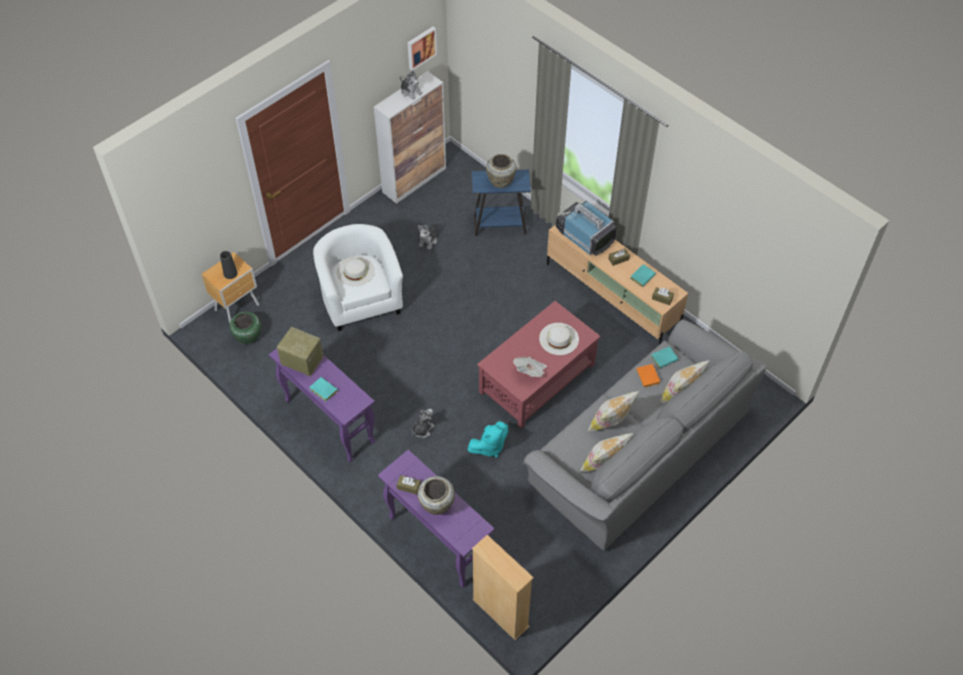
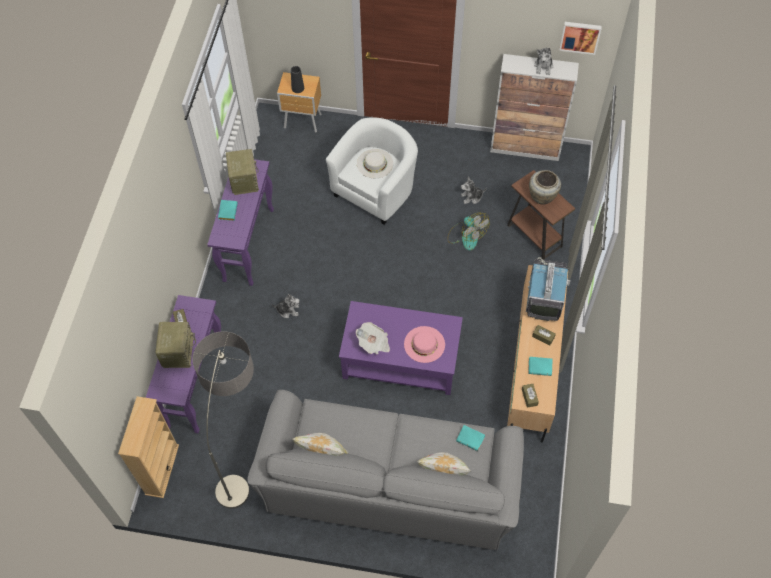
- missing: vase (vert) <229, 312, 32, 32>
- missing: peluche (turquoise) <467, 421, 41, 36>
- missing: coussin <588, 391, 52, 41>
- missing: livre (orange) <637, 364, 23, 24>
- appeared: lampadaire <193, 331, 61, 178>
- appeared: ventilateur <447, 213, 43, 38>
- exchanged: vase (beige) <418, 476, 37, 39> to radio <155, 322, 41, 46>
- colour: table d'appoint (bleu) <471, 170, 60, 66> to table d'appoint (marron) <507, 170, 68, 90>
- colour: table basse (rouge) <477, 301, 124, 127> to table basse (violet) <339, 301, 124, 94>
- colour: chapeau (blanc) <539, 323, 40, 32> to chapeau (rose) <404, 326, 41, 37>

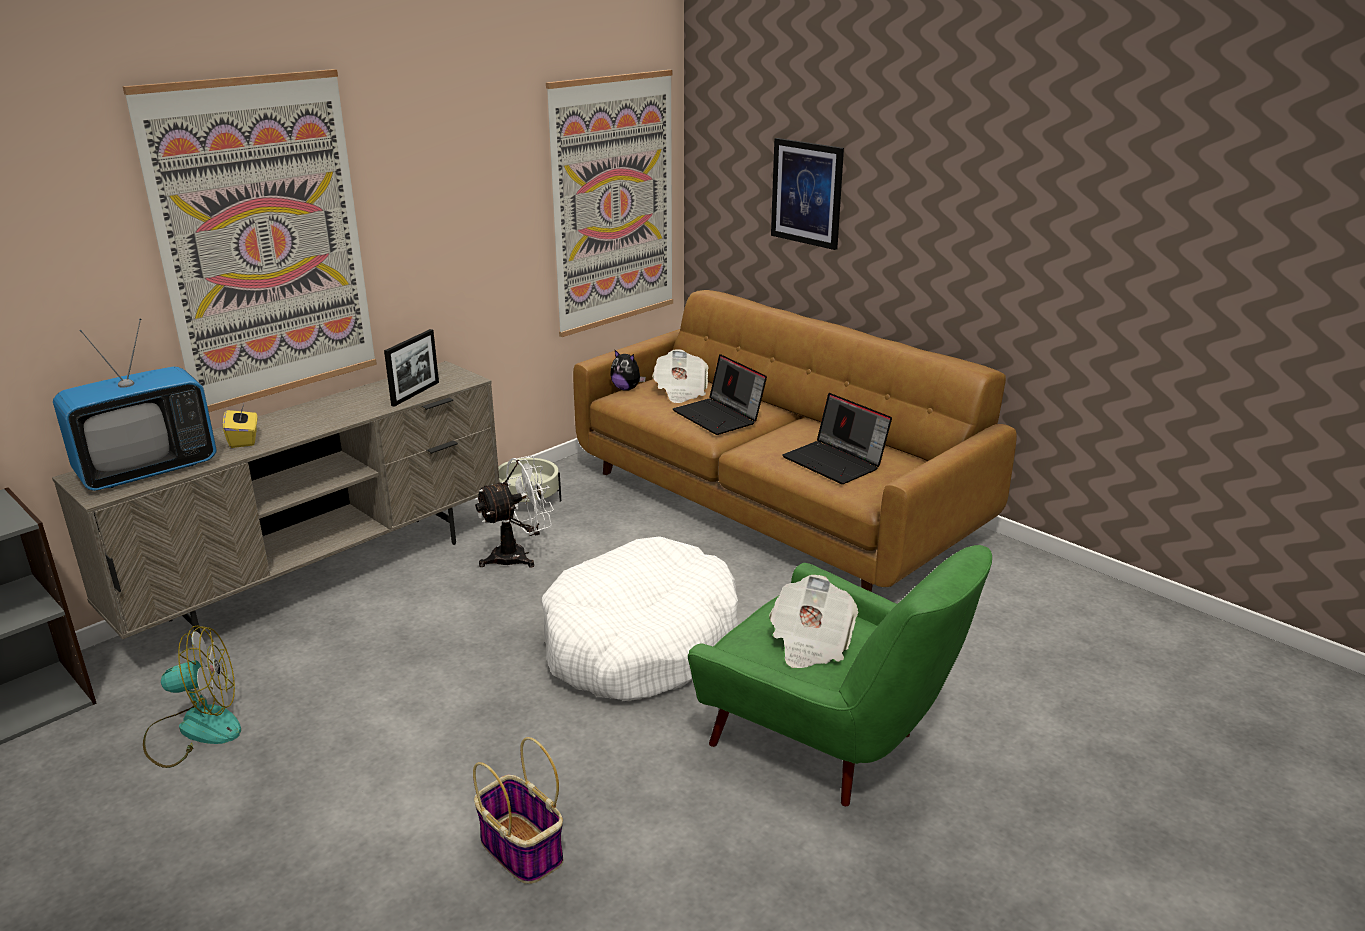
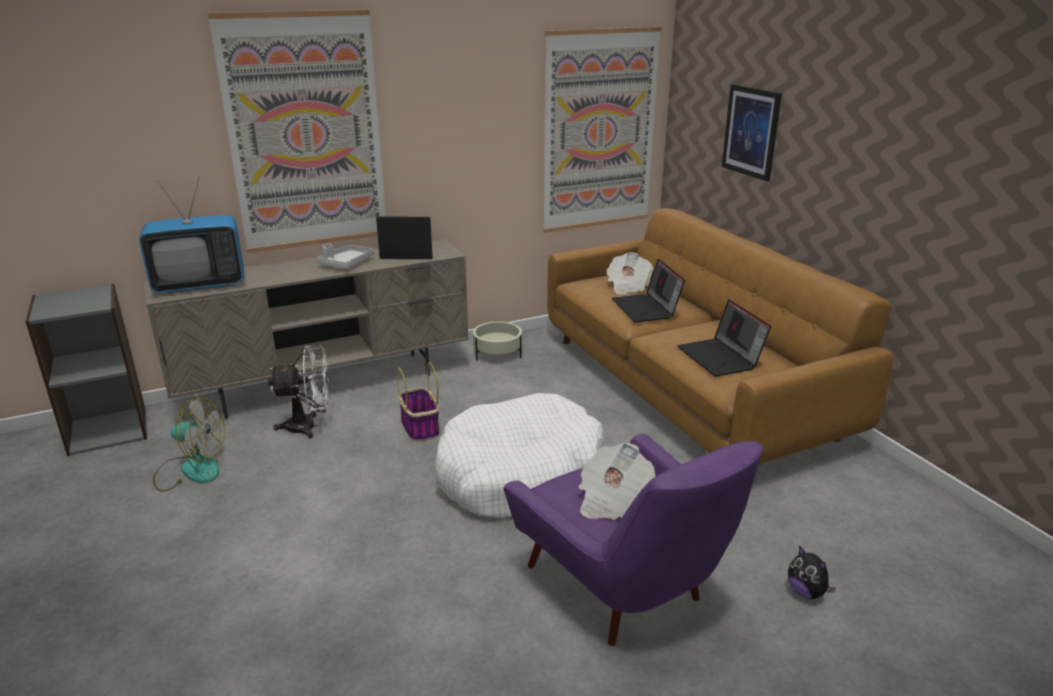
- missing: boîte à mouchoirs (jaune) <223, 404, 34, 44>
- appeared: plateau (gris) <317, 244, 57, 25>
- relocated: panier <473, 737, 90, 147> to <396, 362, 43, 80>
- relocated: ventilateur (blanc) <474, 455, 80, 113> to <268, 346, 61, 93>
- relocated: peluche <610, 349, 36, 42> to <788, 545, 48, 54>
- colour: fauteuil (vert) <688, 545, 304, 261> to fauteuil (violet) <504, 434, 259, 212>
- spun: cadre photo <384, 329, 55, 78> = <376, 217, 57, 42> 135 degrees counterclockwise

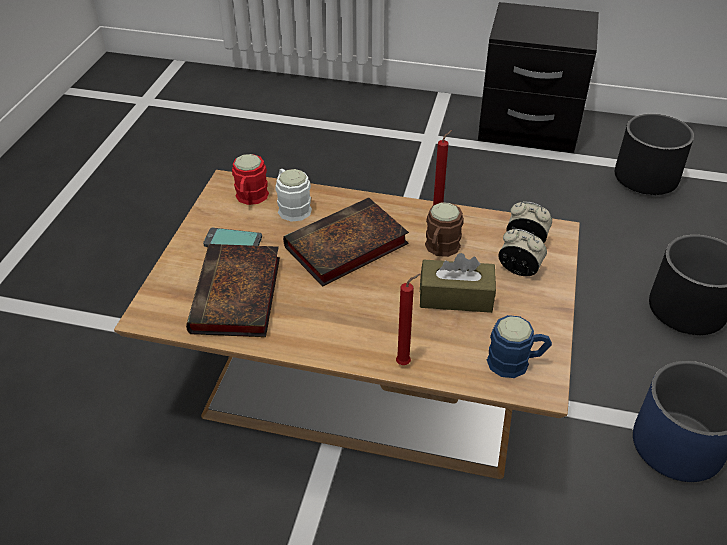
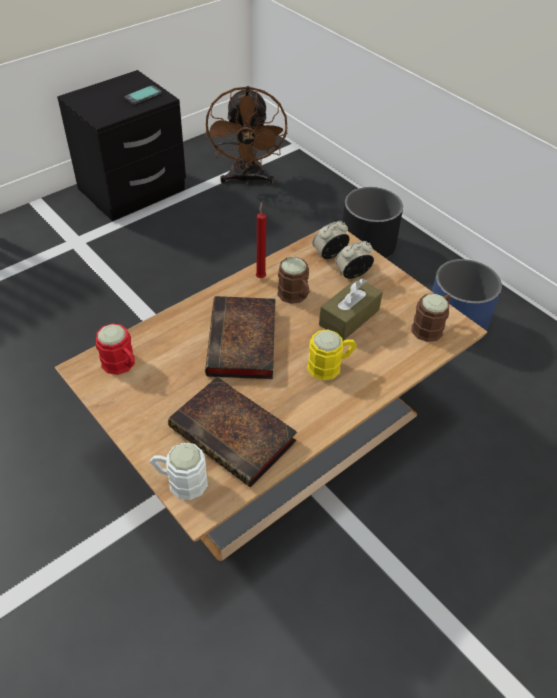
- missing: bougie (rouge) <396, 274, 24, 91>
- appeared: mug (jaune) <307, 329, 50, 52>
- relocated: téléphone <203, 228, 59, 19> to <124, 85, 38, 19>
- relocated: mug (blanc) <276, 169, 36, 53> to <150, 443, 58, 57>
- exchanged: cache-pot (noir) <615, 114, 79, 82> to ventilateur (marron) <205, 86, 82, 99>
- colour: mug (bleu) <487, 315, 65, 63> to mug (marron) <412, 293, 39, 49>

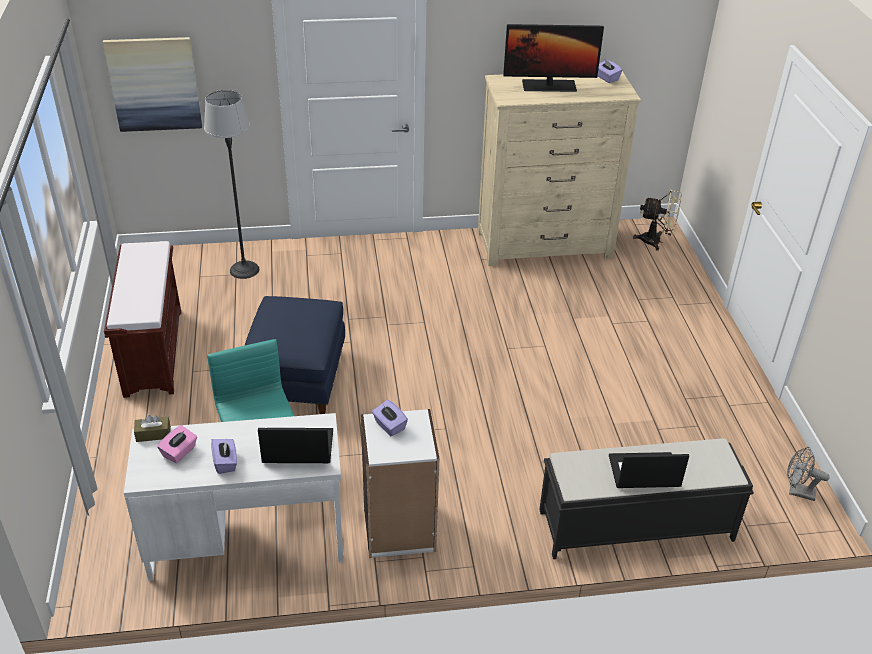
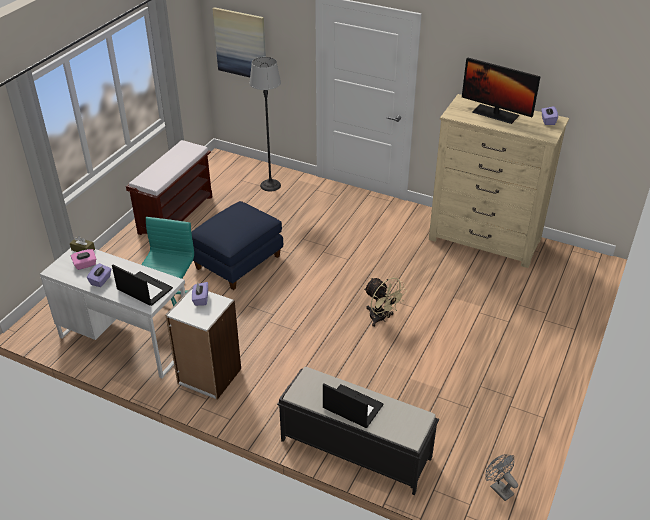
- relocated: ventilateur (beige) <633, 189, 49, 62> to <364, 278, 43, 49>

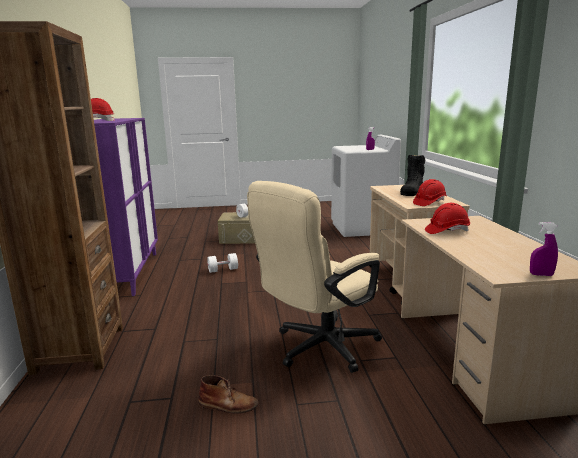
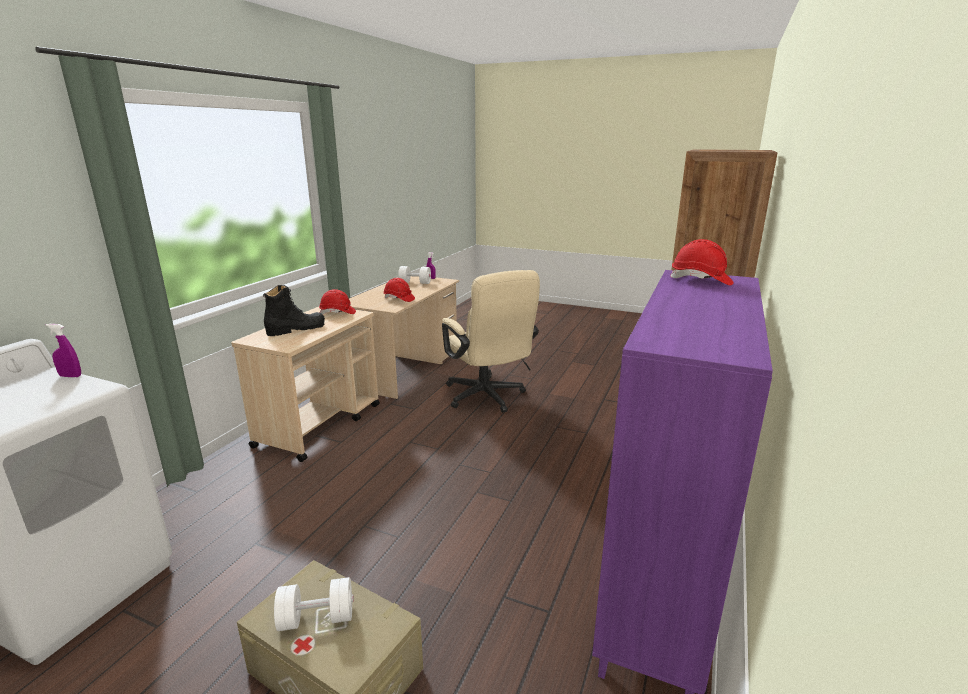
- missing: botte (marron) <198, 375, 61, 39>
- relocated: haltère (blanc) <207, 253, 31, 20> to <398, 266, 33, 18>
- spun: chaise de bureau (beige) <247, 181, 135, 192> = <442, 270, 98, 143> 75 degrees clockwise

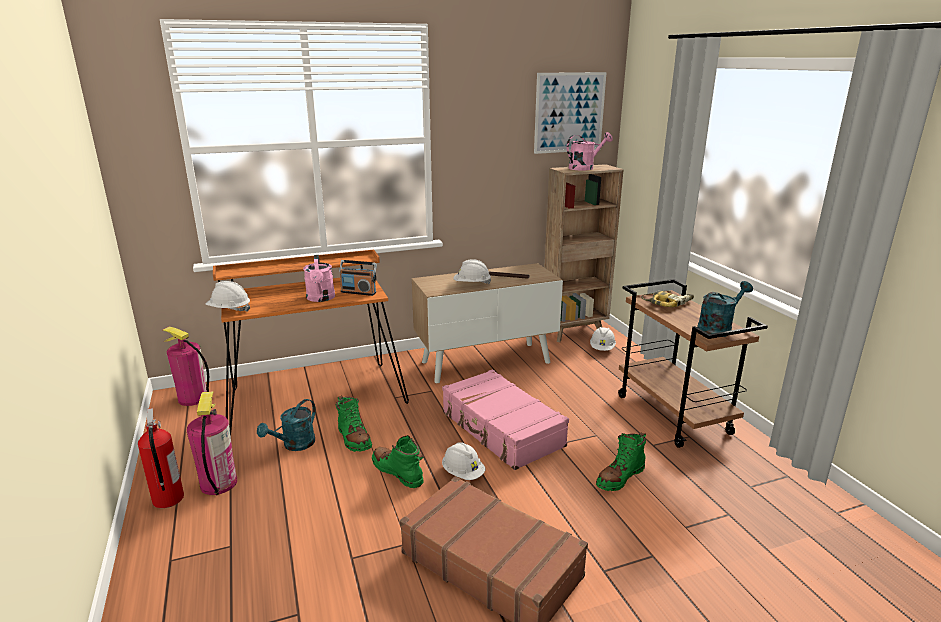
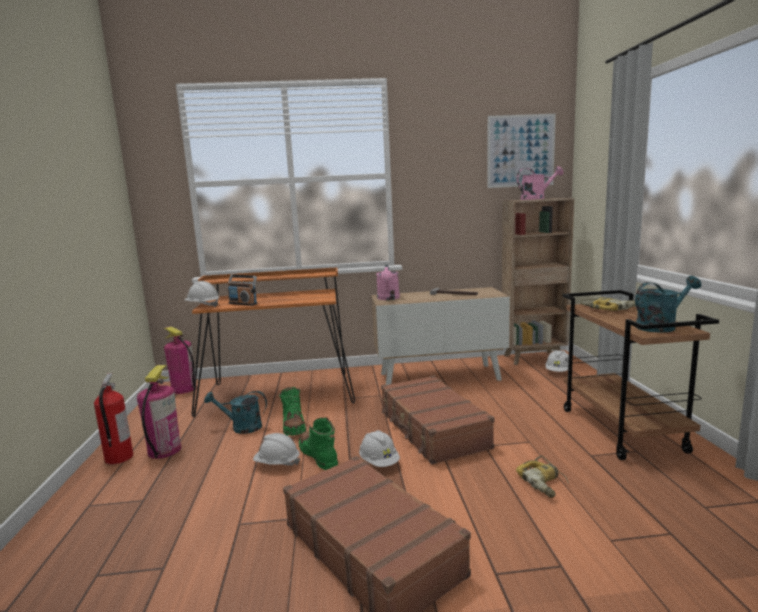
- relocated: arrosoir (rose) <303, 255, 32, 47> to <376, 265, 24, 35>
- relocated: radio <339, 260, 38, 36> to <227, 275, 30, 31>
- relocated: casque de chantier (blanc) <453, 259, 38, 25> to <253, 433, 47, 33>
- exchanged: botte (vert) <596, 433, 50, 58> to perceuse <516, 455, 53, 43>
- colour: valise (rose) <442, 369, 127, 101> to valise (marron) <381, 375, 114, 89>
- spun: arrosoir (turquoise) <257, 399, 59, 52> = <204, 391, 63, 43> 45 degrees clockwise

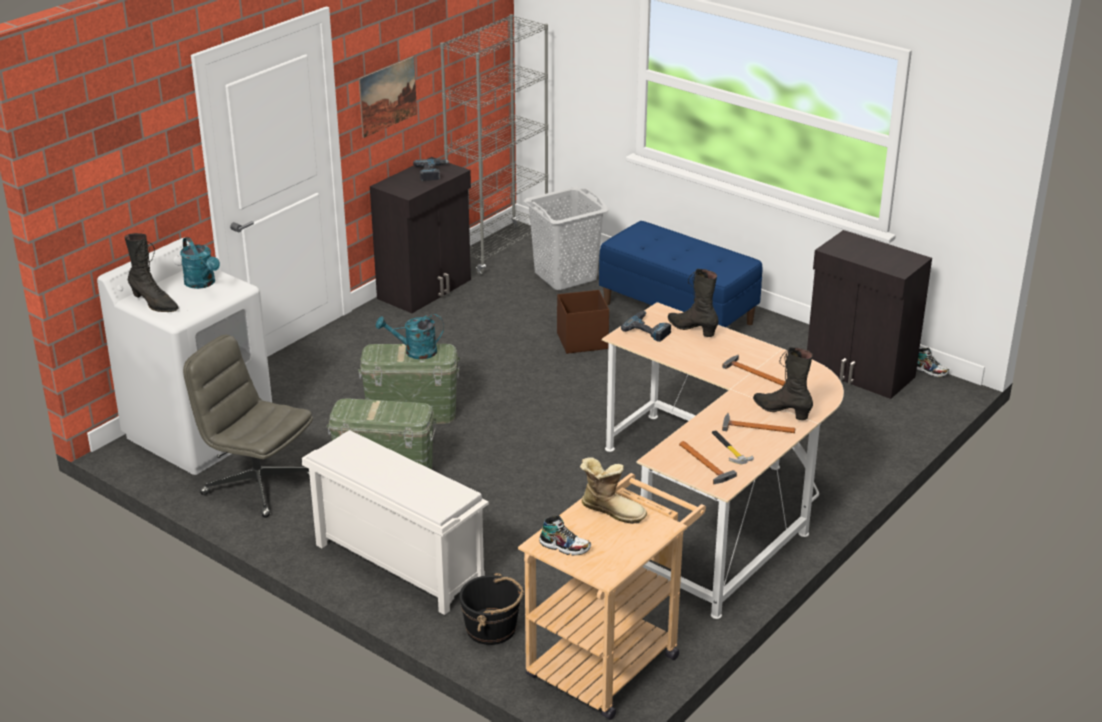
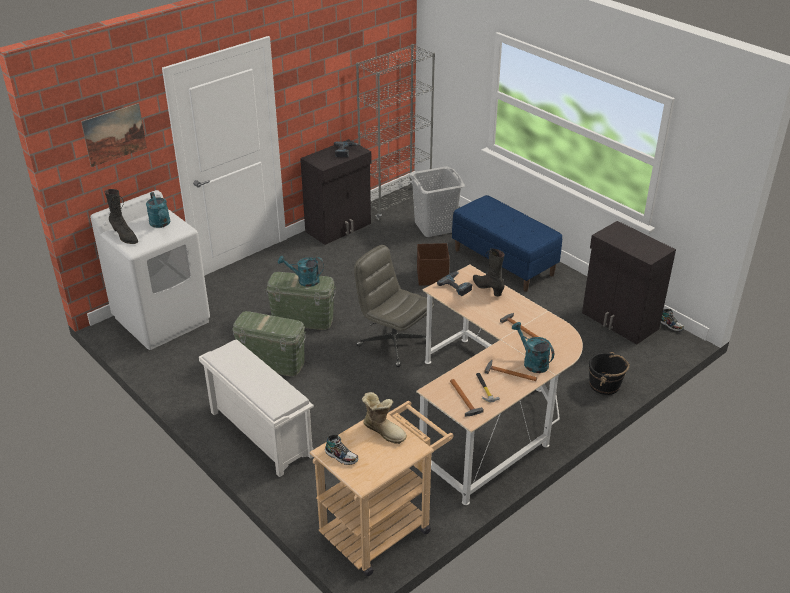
- relocated: chaise de bureau (gris) <183, 335, 130, 183> to <354, 245, 80, 122>
- relocated: tableau <359, 56, 58, 82> to <81, 103, 66, 64>
- relocated: seau (noir) <459, 573, 65, 72> to <589, 352, 41, 43>
- exchanged: botte (noir) <753, 347, 60, 73> to arrosoir (turquoise) <512, 322, 42, 51>

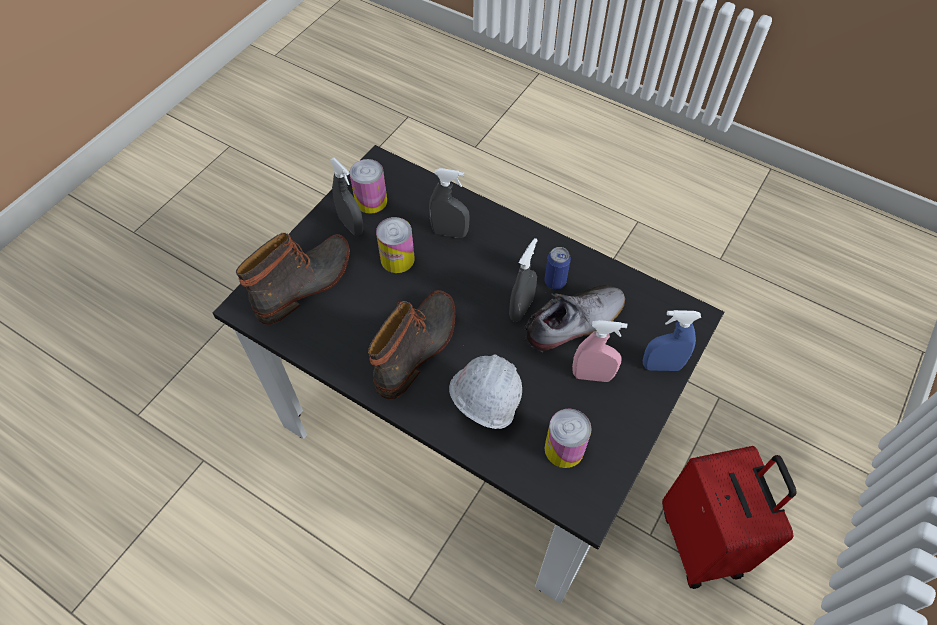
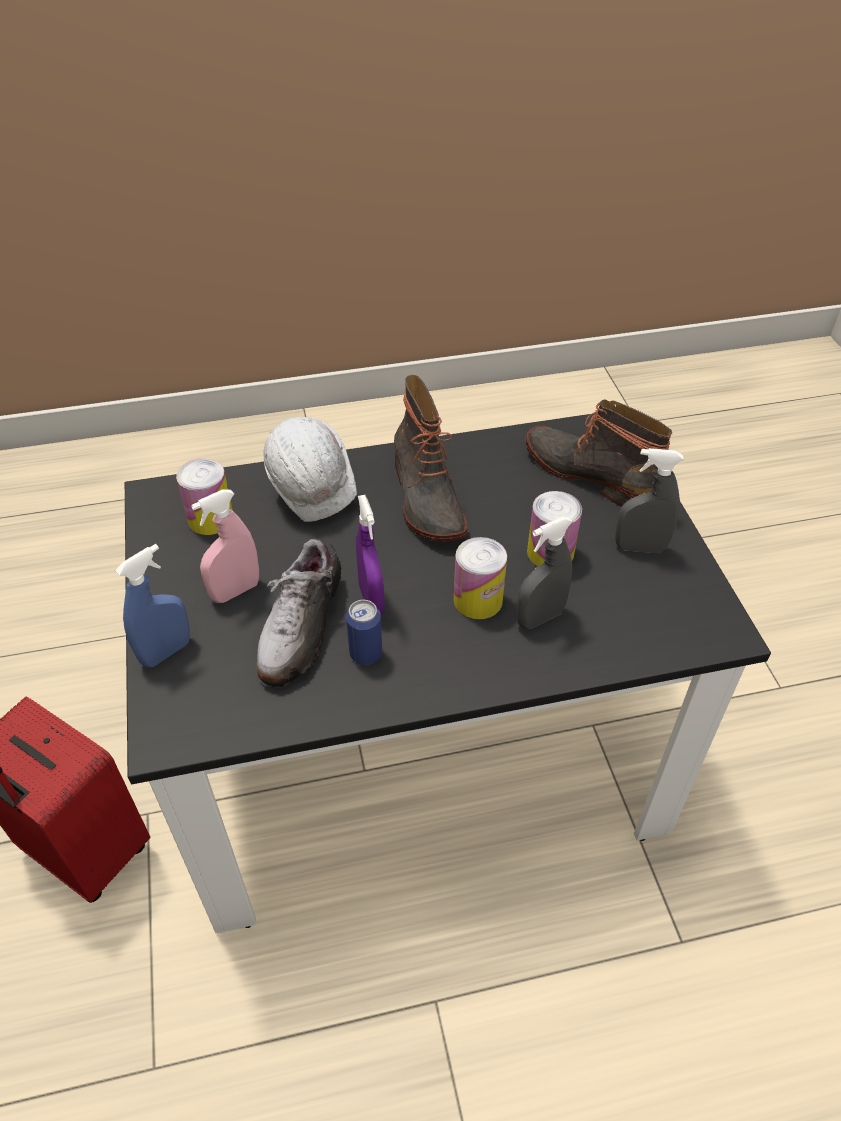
- relocated: boîte métallique <350, 159, 37, 55> to <454, 537, 53, 82>
- colour: vaporisateur (gris) <509, 238, 29, 84> to vaporisateur (violet) <356, 495, 29, 120>
- spun: botte <236, 233, 114, 92> = <526, 400, 146, 107> 135 degrees clockwise

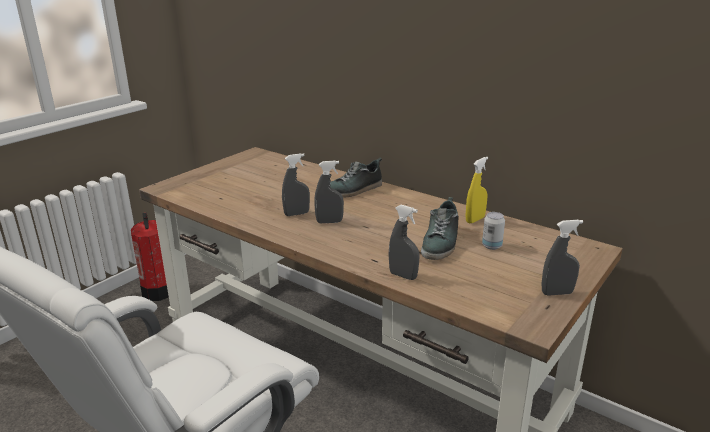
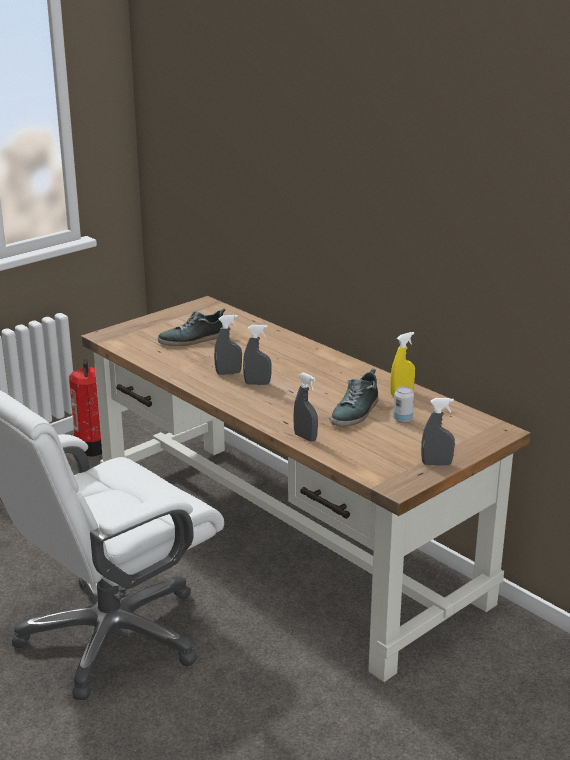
- relocated: chaussure <330, 158, 52, 40> to <158, 308, 67, 38>

